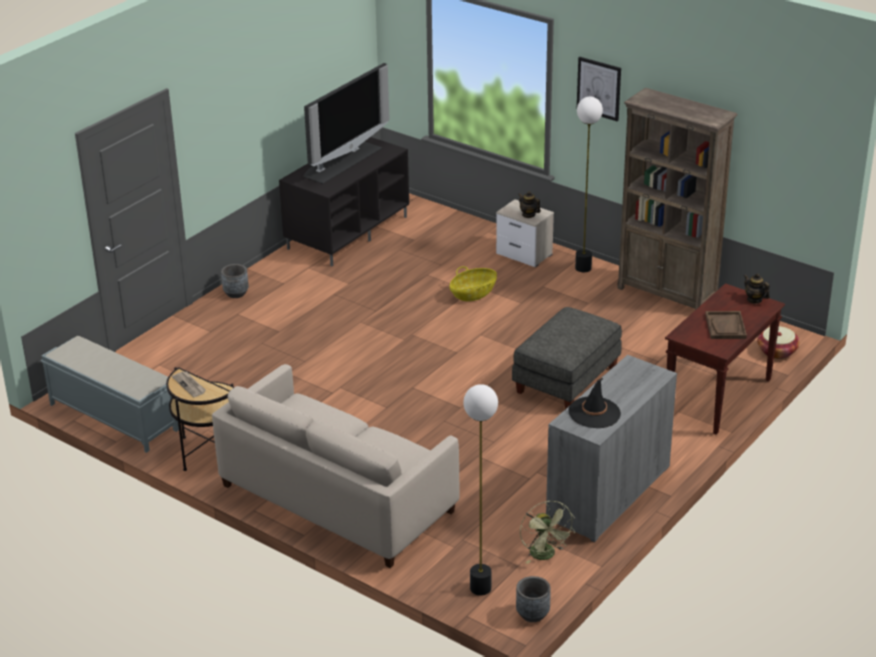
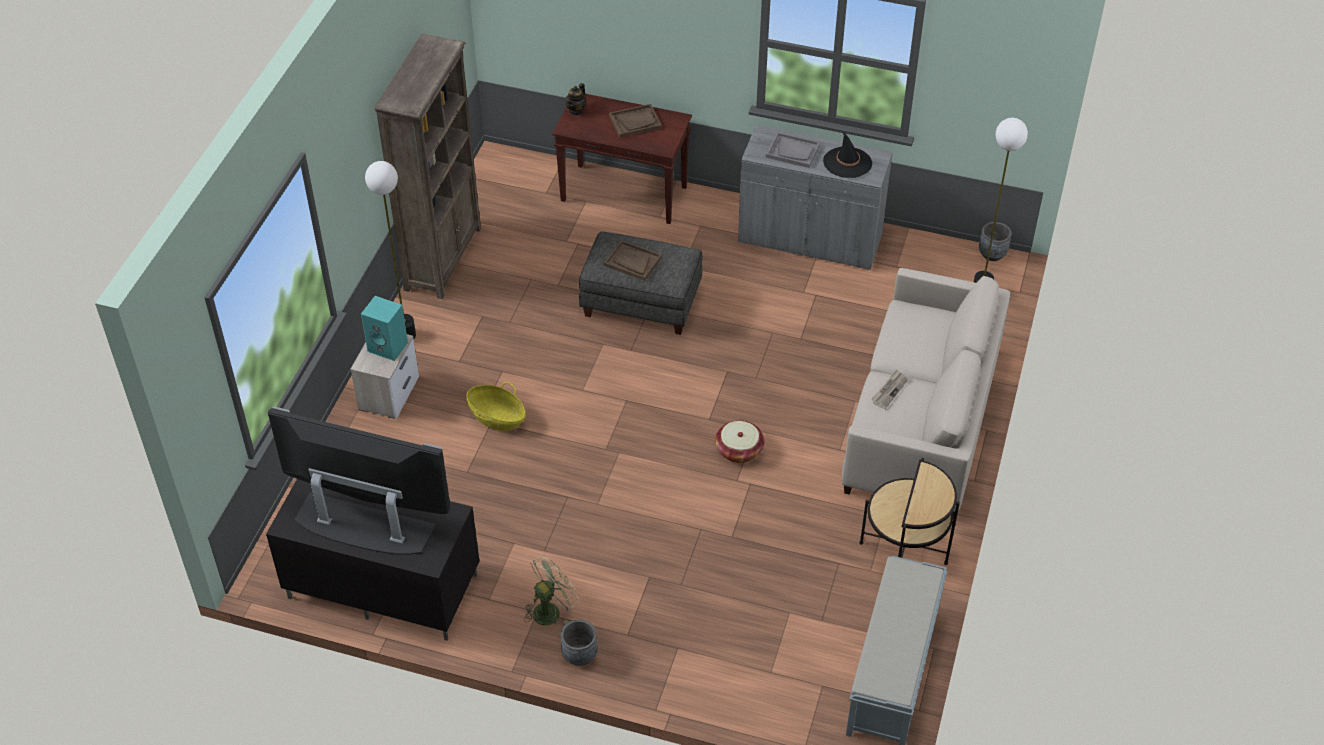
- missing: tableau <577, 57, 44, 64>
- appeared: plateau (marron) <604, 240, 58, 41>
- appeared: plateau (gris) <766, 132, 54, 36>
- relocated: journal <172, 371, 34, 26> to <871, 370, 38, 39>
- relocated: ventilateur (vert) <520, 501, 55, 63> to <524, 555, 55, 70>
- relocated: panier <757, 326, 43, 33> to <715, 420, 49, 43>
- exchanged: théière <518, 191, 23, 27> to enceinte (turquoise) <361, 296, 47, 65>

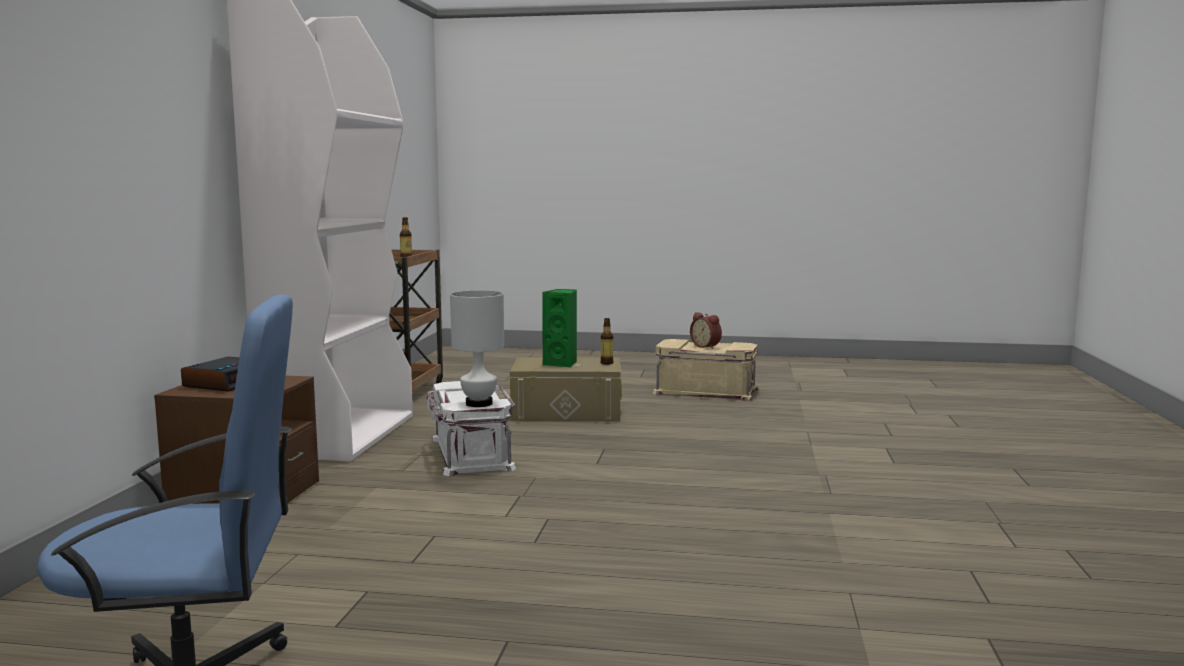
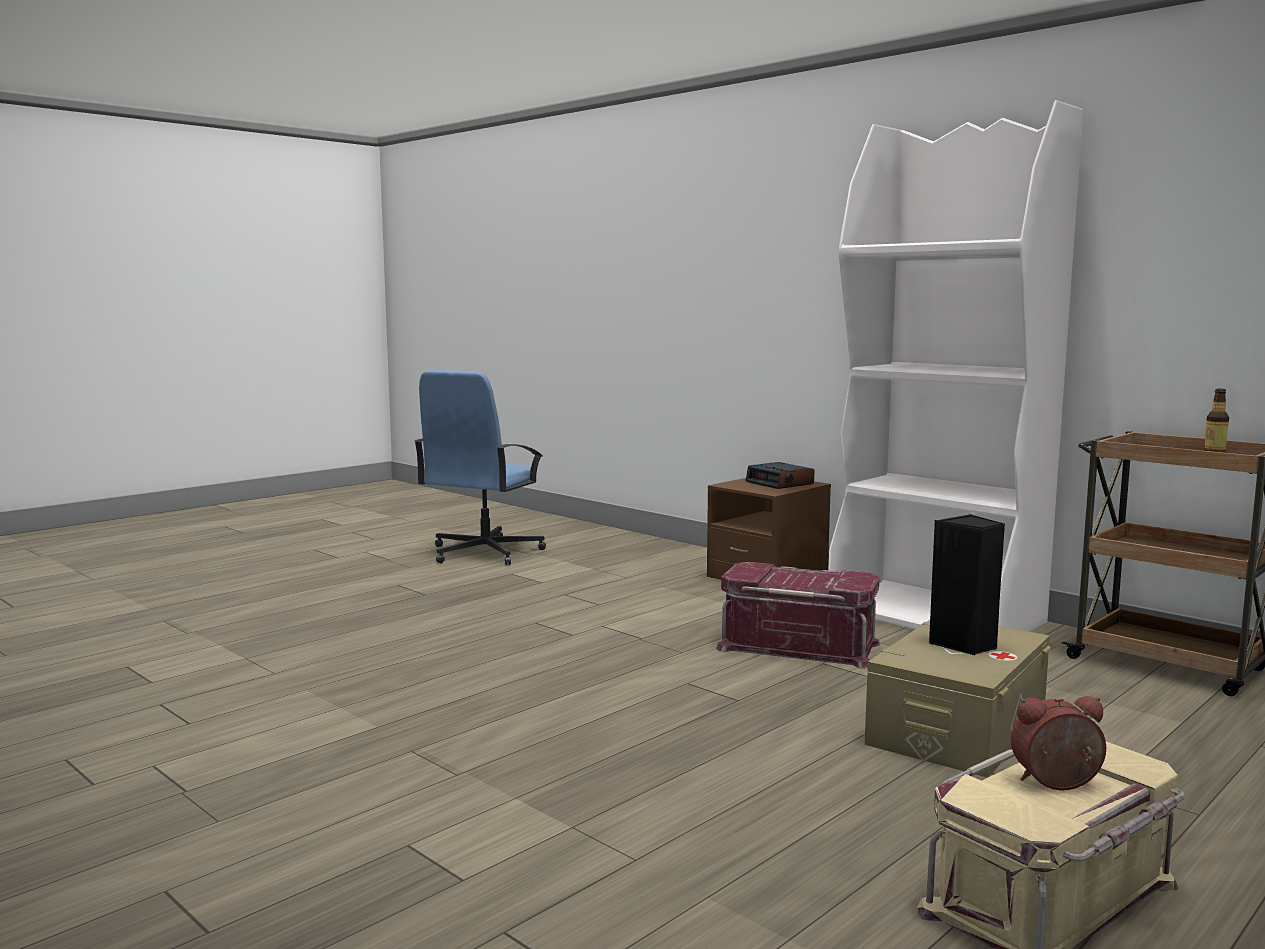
- missing: lampe de table (blanc) <450, 290, 54, 117>
- missing: bouteille <601, 318, 12, 47>
- colour: boîte de rangement (blanc) <426, 381, 91, 95> to boîte de rangement (rouge) <716, 562, 164, 107>
- colour: enceinte (vert) <542, 289, 35, 79> to enceinte (noir) <929, 514, 76, 141>

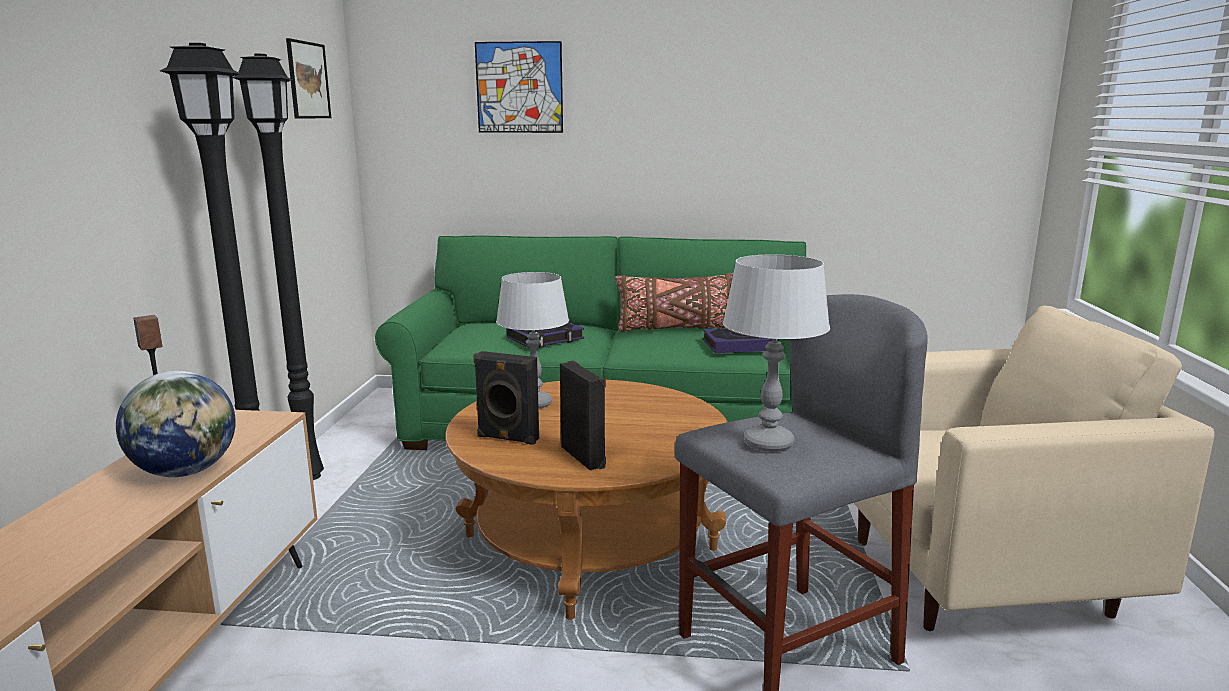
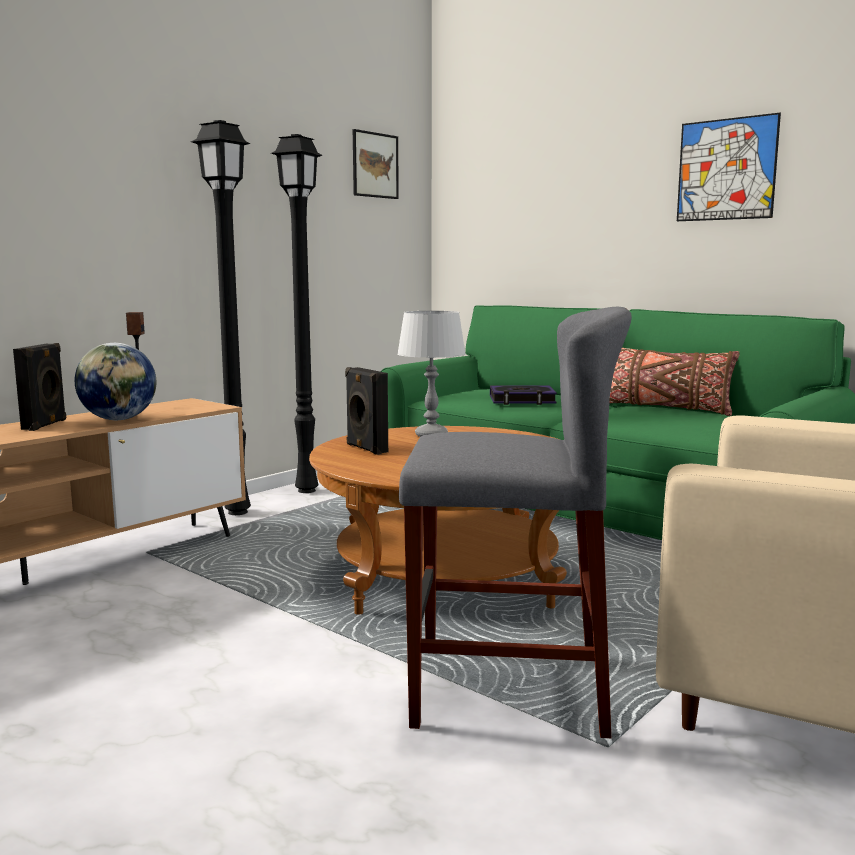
- missing: livre <703, 327, 76, 26>
- missing: lampe de table (gris) <723, 254, 107, 198>
- relocated: tableau <475, 41, 88, 92> to <677, 113, 104, 108>
- relocated: enceinte (noir) <560, 361, 46, 109> to <13, 343, 53, 88>

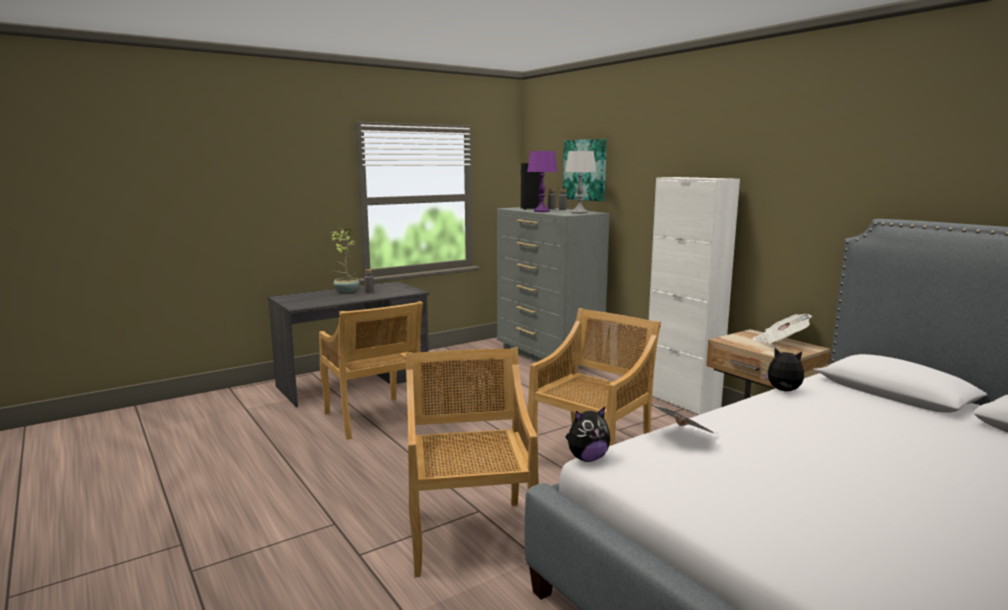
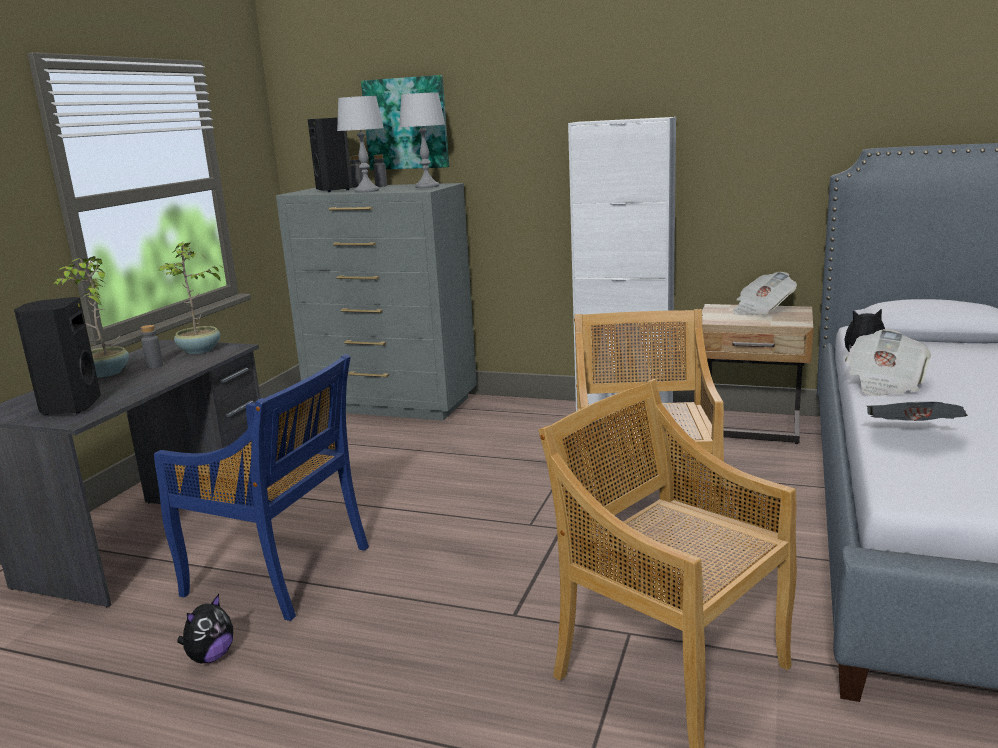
- appeared: enceinte (noir) <14, 297, 87, 118>
- appeared: plante en pot <157, 241, 68, 113>
- appeared: journal <845, 329, 87, 67>
- relocated: peluche <565, 407, 45, 55> to <177, 594, 56, 70>
- colour: chaise (beige) <319, 301, 104, 139> to chaise (bleu) <154, 354, 215, 267>
- colour: lampe de table (violet) <527, 151, 30, 61> to lampe de table (gris) <337, 96, 47, 97>

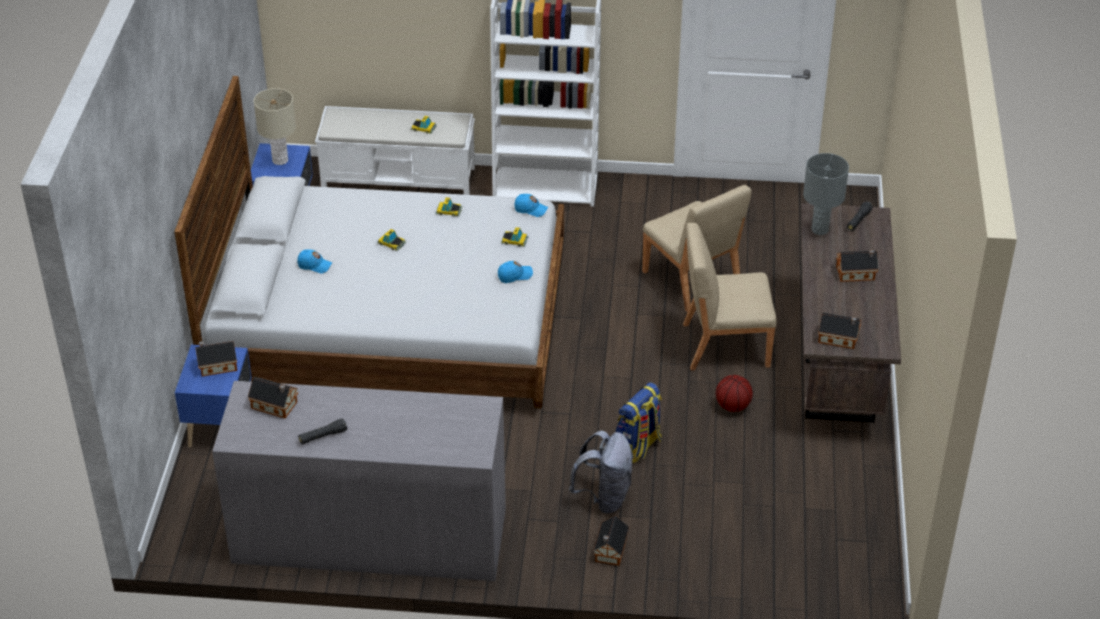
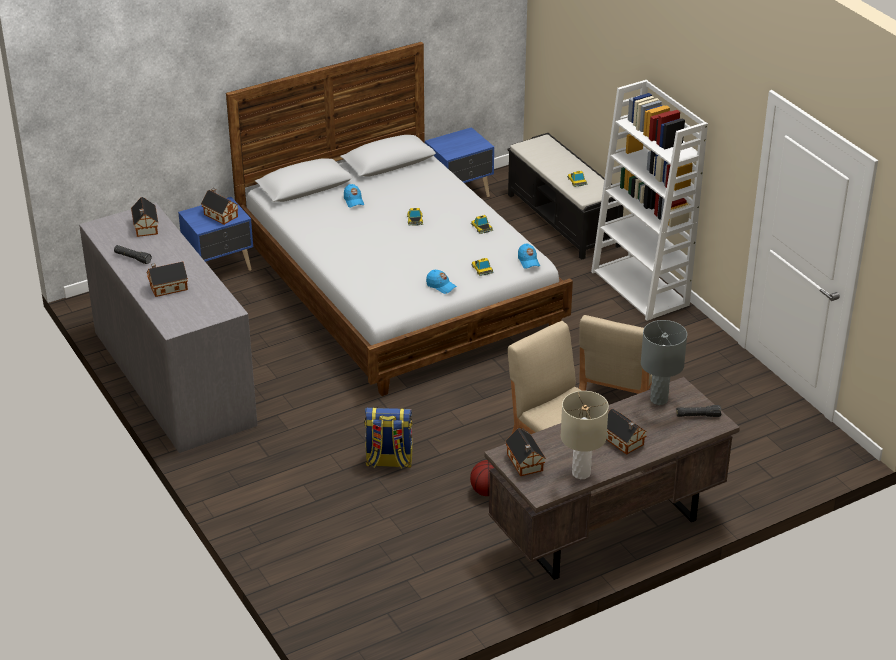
- missing: sac à dos (gris) <569, 430, 65, 83>
- relocated: lampe de table (beige) <254, 88, 42, 77> to <561, 391, 48, 88>
- relocated: maison miniature <593, 516, 36, 50> to <147, 262, 41, 35>
- colour: banc (blanc) <315, 106, 160, 89> to banc (noir) <508, 133, 116, 127>

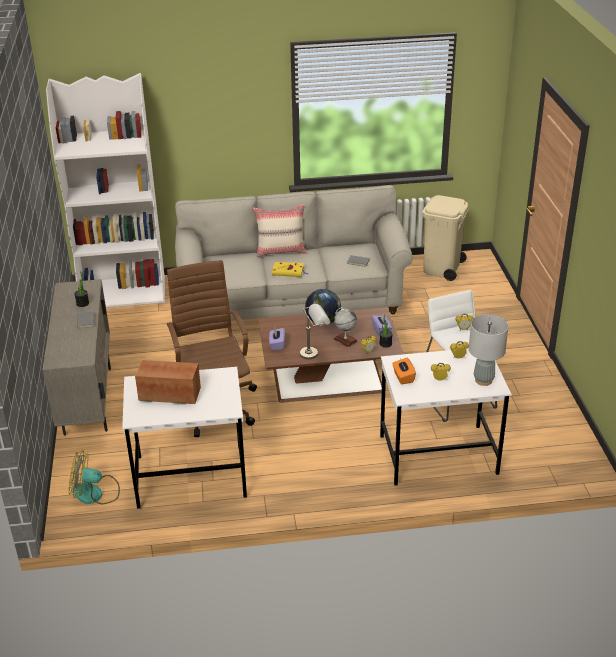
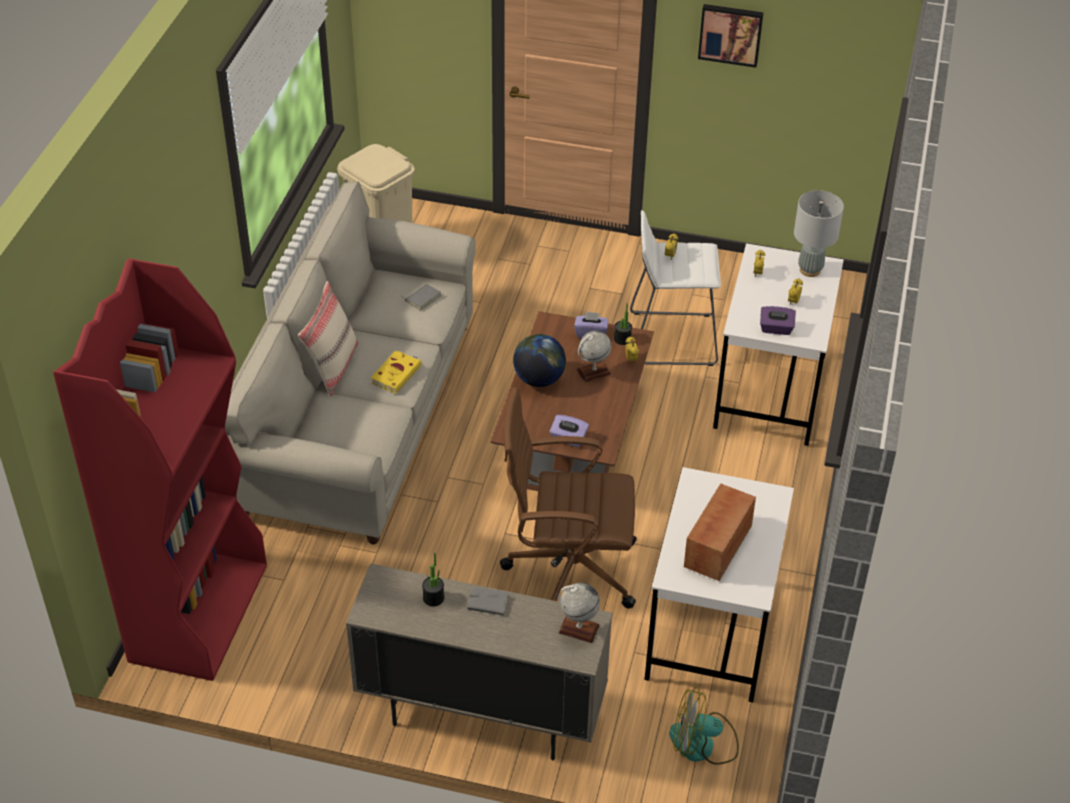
- missing: lampe de table (gris) <300, 304, 31, 56>
- appeared: globe <558, 583, 42, 60>
- appeared: tableau <698, 4, 65, 64>
- colour: bibliothèque (blanc) <46, 73, 119, 235> to bibliothèque (rouge) <53, 258, 214, 423>
- colour: boîte à mouchoirs (orange) <392, 358, 24, 26> to boîte à mouchoirs (violet) <760, 306, 36, 29>
- spun: ventilateur <69, 450, 51, 54> = <669, 687, 70, 78> 75 degrees clockwise

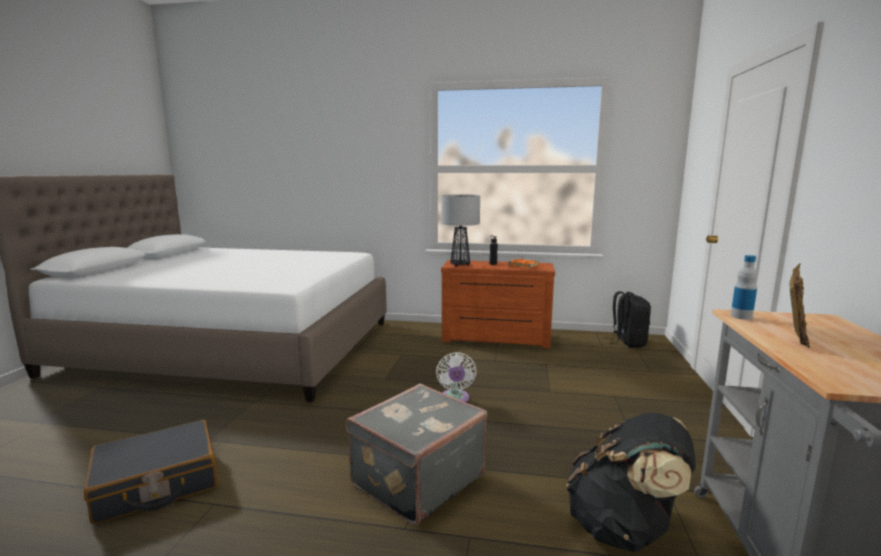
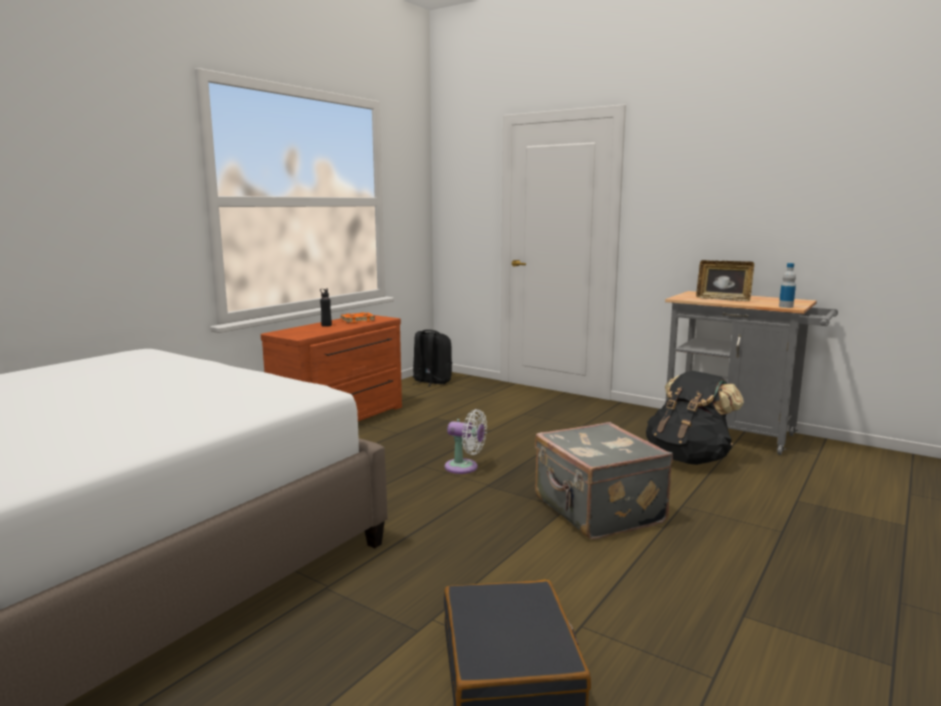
- missing: lampe de table <442, 194, 38, 73>
- relocated: bouteille <731, 255, 27, 65> to <779, 263, 17, 45>
- spun: cadre photo <790, 263, 20, 85> = <696, 260, 58, 42> 150 degrees clockwise

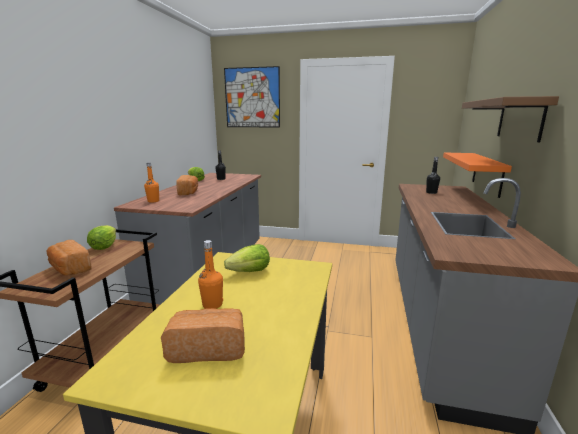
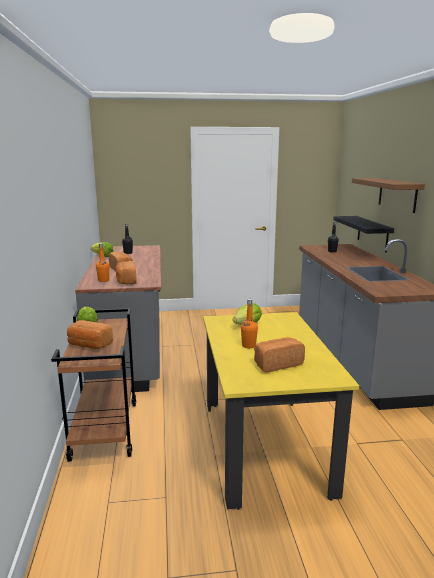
- missing: tableau <224, 66, 56, 62>
- appeared: pain <116, 261, 21, 24>
- colour: étagère (orange) <443, 152, 69, 46> to étagère (noir) <333, 216, 61, 36>

